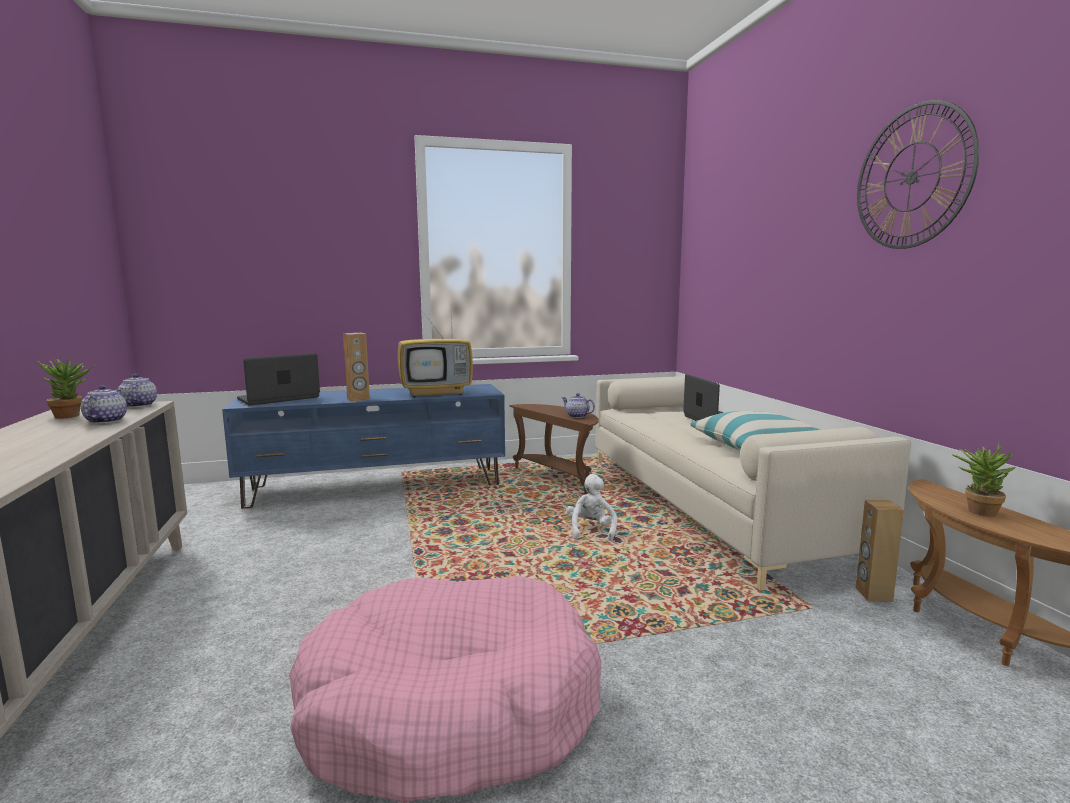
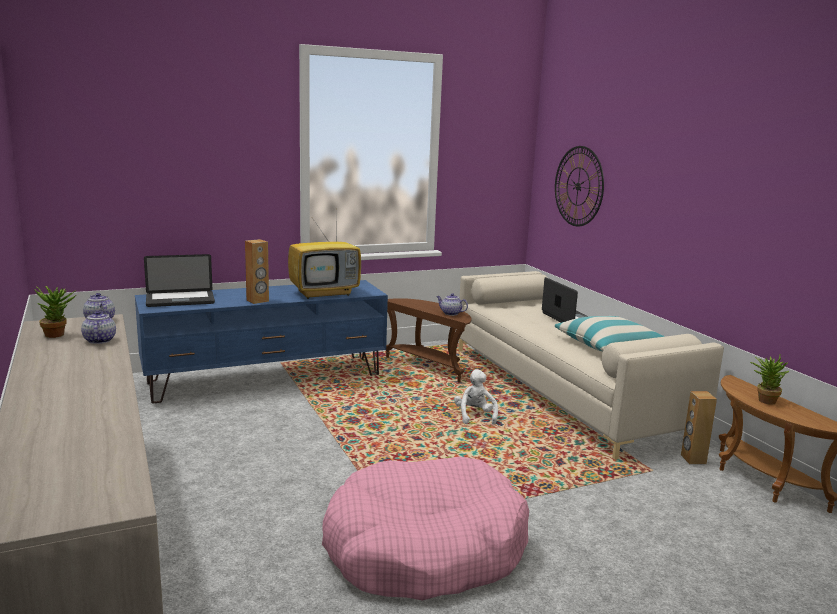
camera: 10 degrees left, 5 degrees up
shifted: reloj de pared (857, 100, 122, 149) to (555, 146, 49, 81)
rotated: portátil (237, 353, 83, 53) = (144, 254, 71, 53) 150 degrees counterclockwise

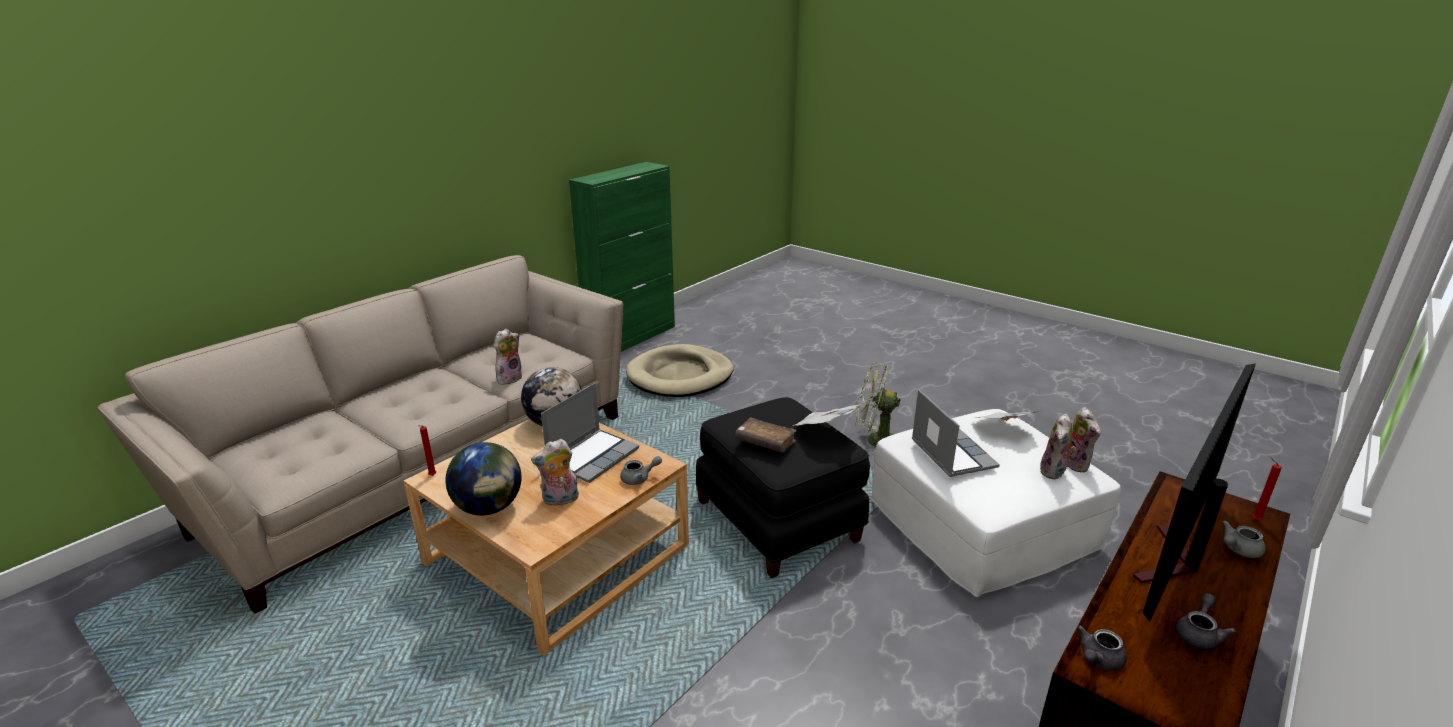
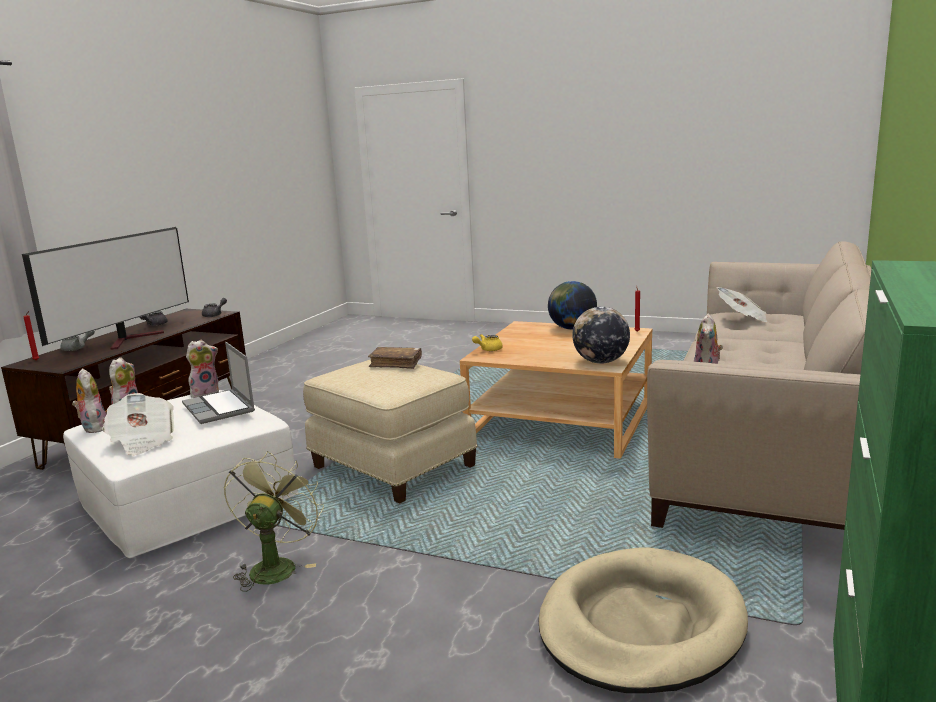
camera: 165 degrees right, 10 degrees down
gone: portátil (541, 383, 98, 100)
shifted: peluche (531, 439, 48, 67) to (186, 340, 33, 58); periódico (793, 405, 66, 21) to (717, 287, 50, 35)
repainted: tetera (gris) (620, 456, 42, 29) to tetera (amarillo) (472, 334, 31, 17); puf (negro) (696, 397, 174, 181) to puf (beis) (303, 359, 174, 145)
rotated: ventilador (verde) (855, 362, 46, 85) = (224, 451, 100, 141) 75 degrees counterclockwise

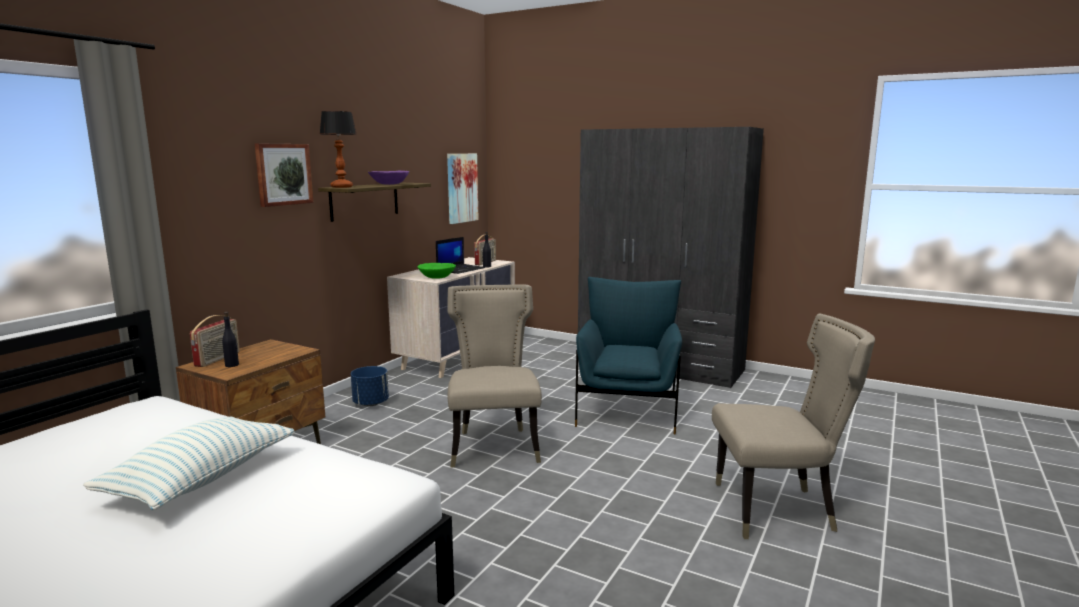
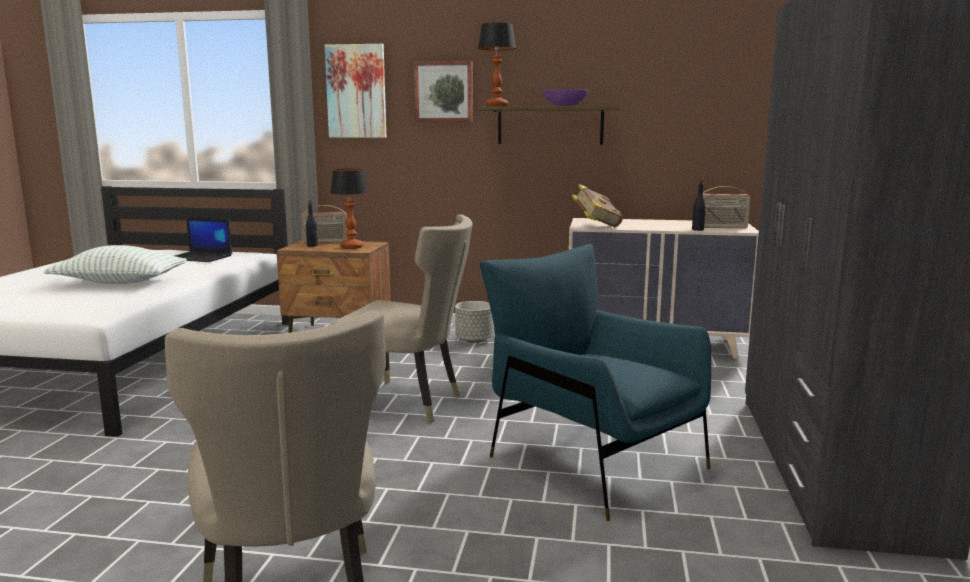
camera: 70 degrees right, 0 degrees up
new: lámpara de mesa (330, 169, 39, 80)
shifted: portátil (436, 237, 49, 37) to (175, 217, 57, 45); cuadro (447, 154, 32, 70) to (325, 44, 61, 94)
swapped: cuenco (verde) (418, 263, 38, 16) to libro (572, 184, 51, 43)
repainted: maceta (azul) (351, 366, 38, 40) to maceta (gris) (455, 301, 38, 42)
rotated: silla (beis) (447, 284, 95, 183) = (332, 214, 140, 209) 45 degrees clockwise; sillón (azul) (575, 277, 107, 158) = (480, 244, 231, 277) 120 degrees counterclockwise

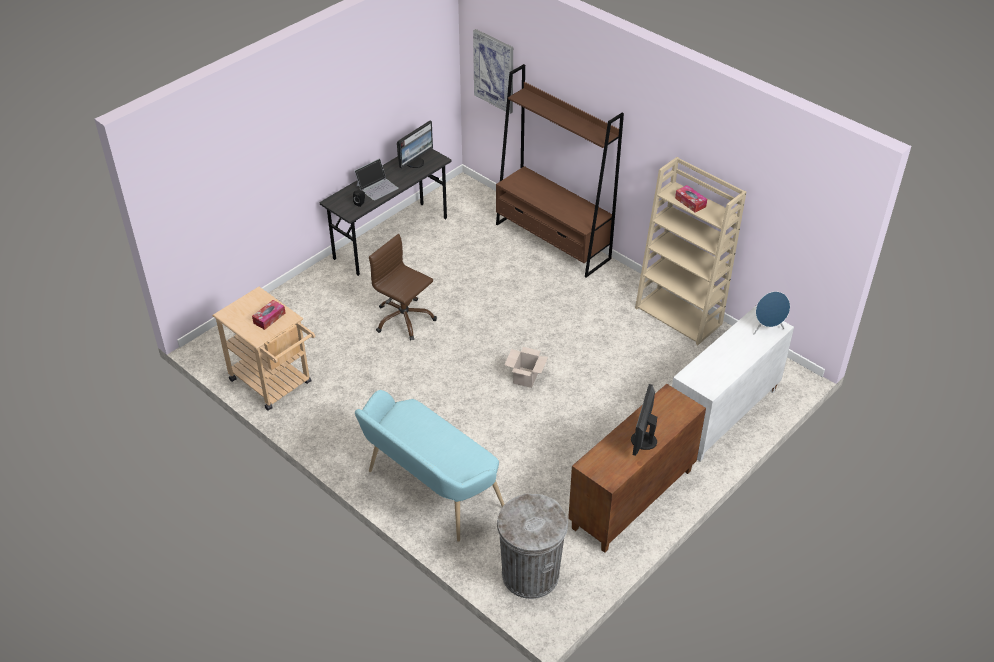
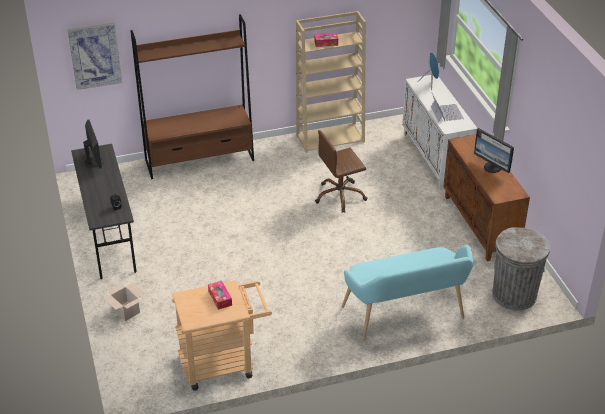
camera: 60 degrees left, 5 degrees down
shifted: portátil (354, 158, 45, 42) to (431, 93, 33, 29); silla de oficina (marrón) (369, 234, 68, 107) to (315, 130, 52, 83); caja de cartón (504, 347, 44, 41) to (103, 282, 41, 39)

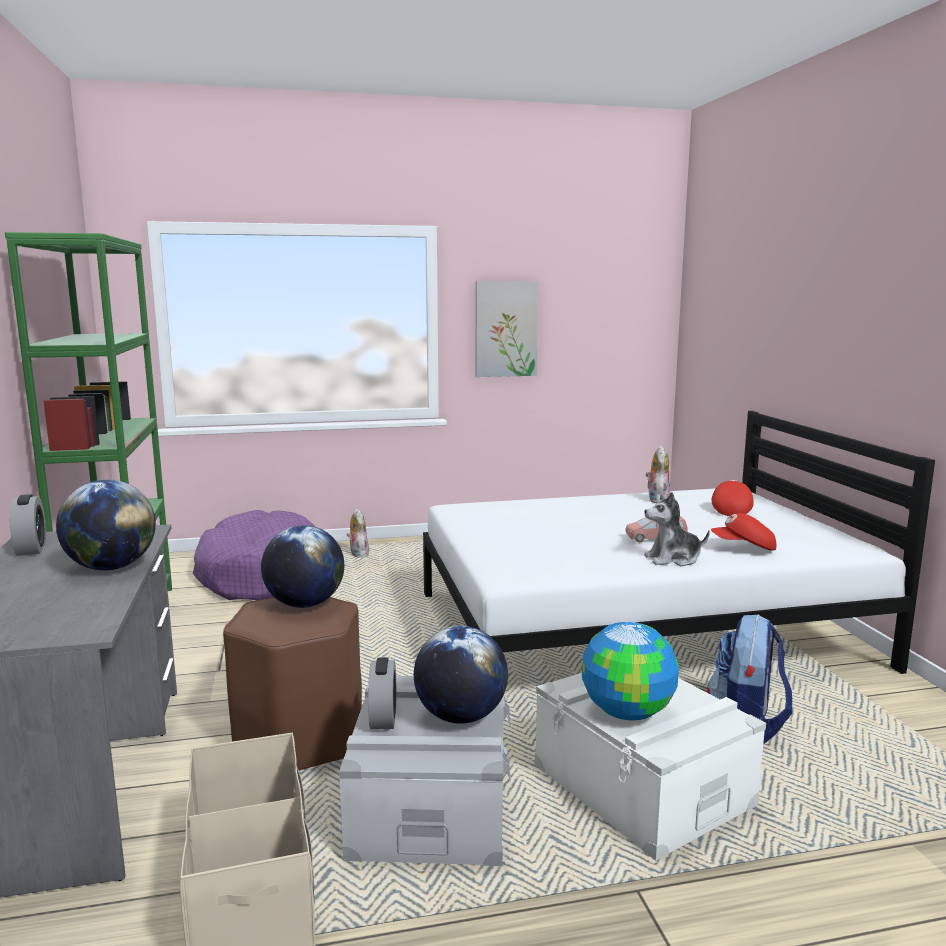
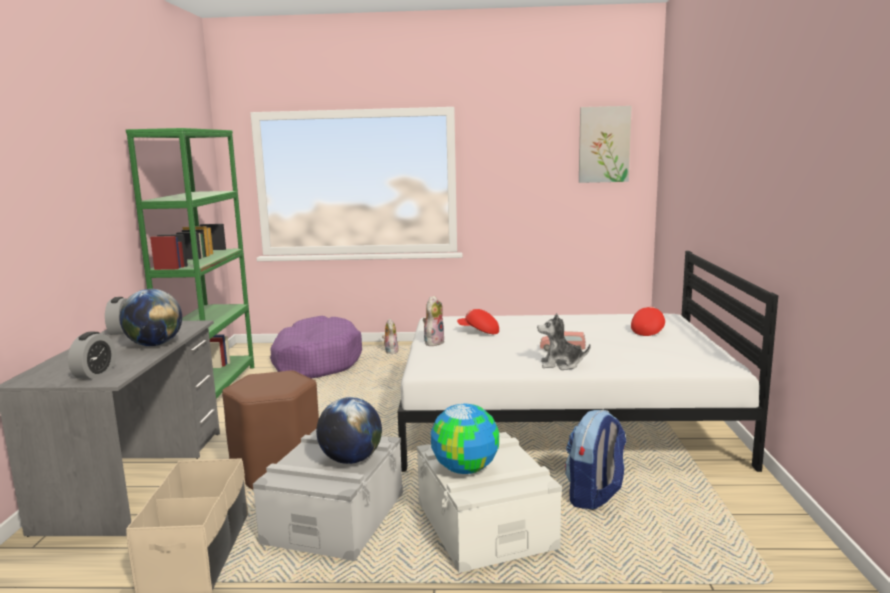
camera: 15 degrees right, 0 degrees up
gone: globo terráqueo (261, 525, 83, 83)
shifted: despertador (368, 657, 28, 73) to (68, 331, 48, 48); cuadro (476, 281, 62, 96) to (579, 106, 53, 77); peluche (646, 446, 24, 57) to (422, 295, 23, 51); gorra (rojo) (711, 513, 65, 37) to (457, 309, 42, 25)

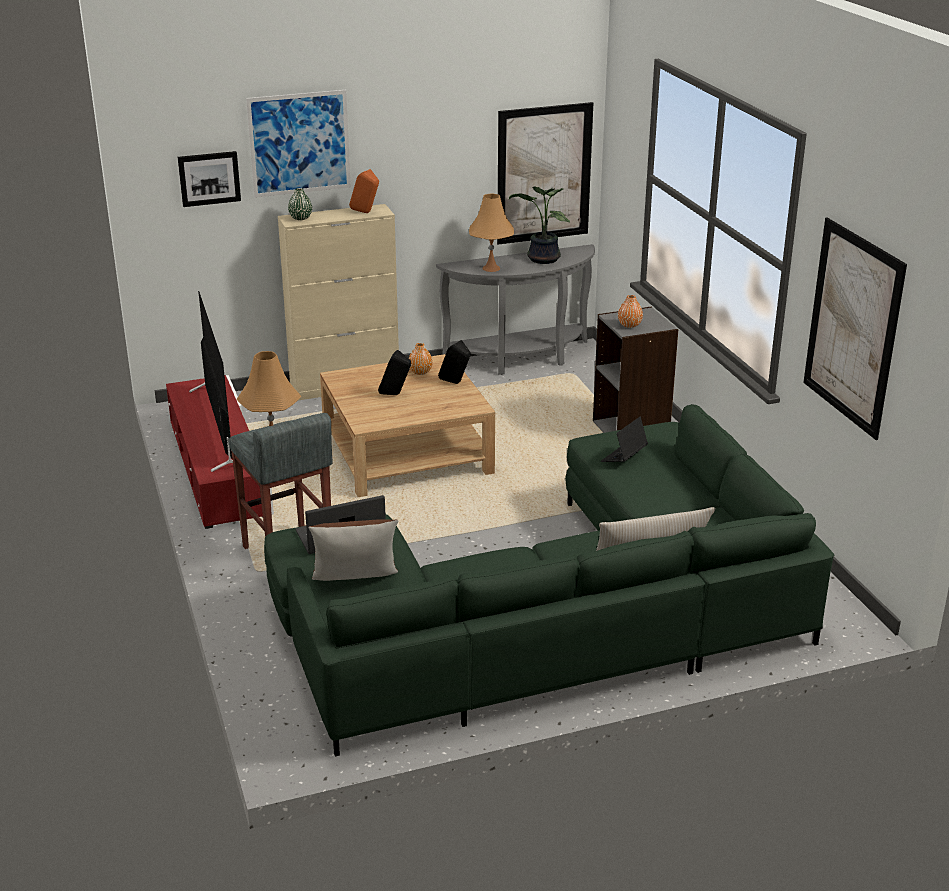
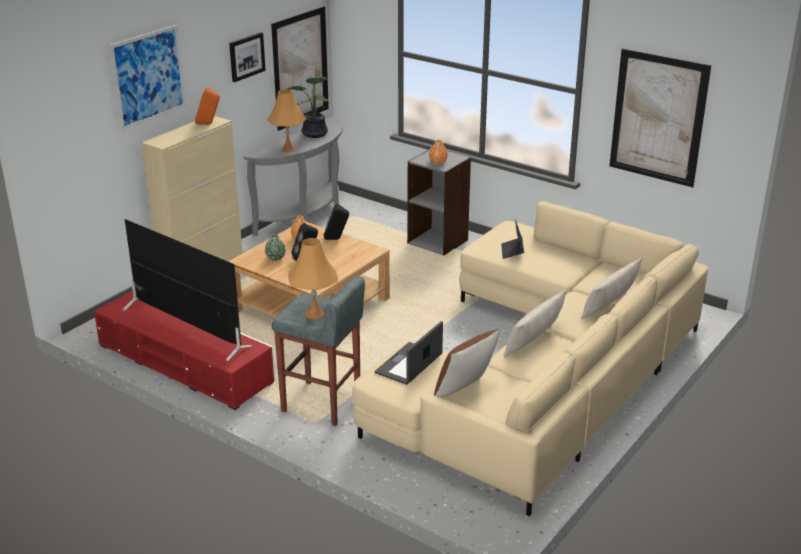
camera: 35 degrees left, 0 degrees up
new: cojín (beis) (504, 290, 63, 67)
shifted: cuadro (178, 151, 63, 56) to (229, 32, 37, 50); florero (verde) (288, 188, 24, 32) to (265, 234, 21, 27)
repainted: sofá (verde) (264, 404, 570, 352) to sofá (beis) (352, 201, 357, 315)

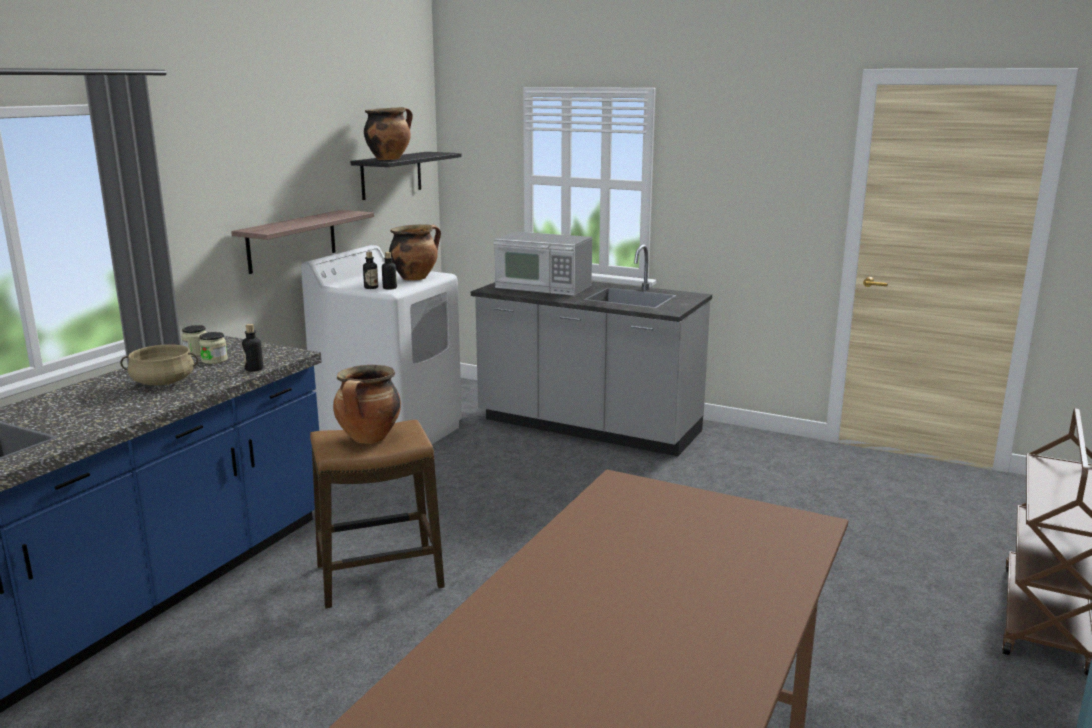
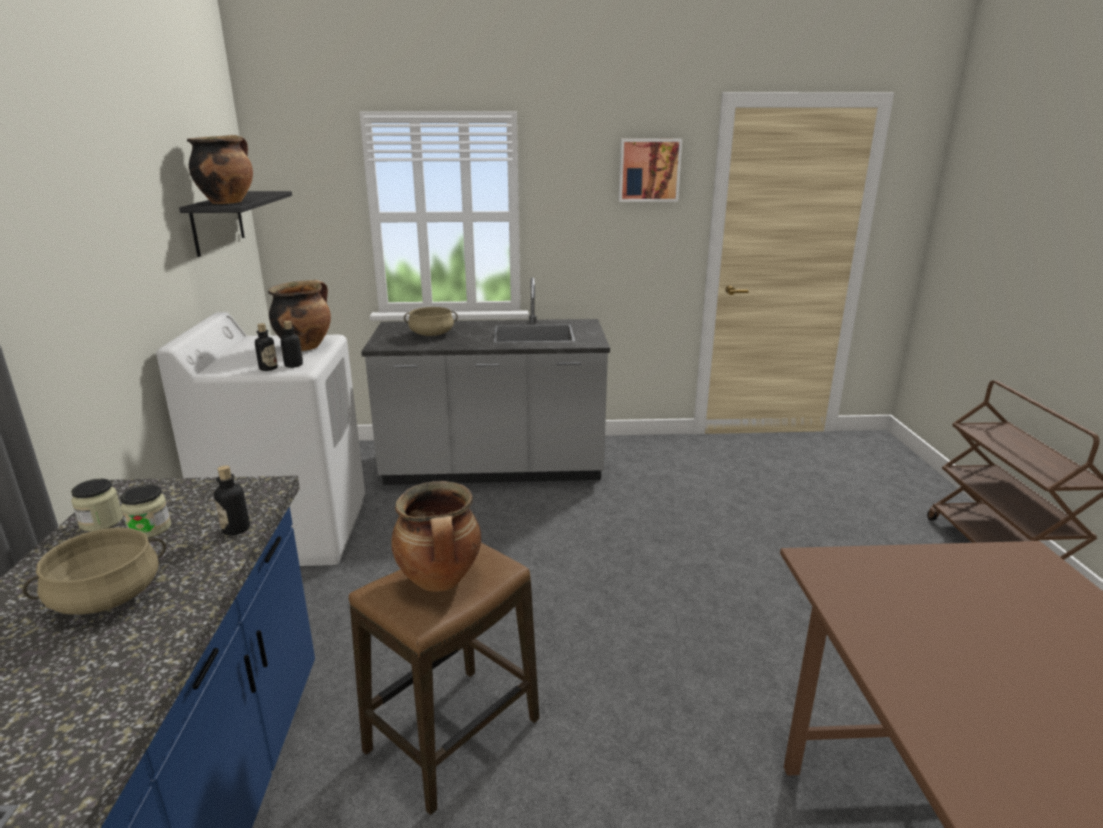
camera: 30 degrees left, 5 degrees up
gone: estante (231, 210, 143, 64)
new: cuadro (618, 139, 64, 63)
swapped: microondas (493, 231, 99, 65) to olla (beis) (404, 307, 54, 29)

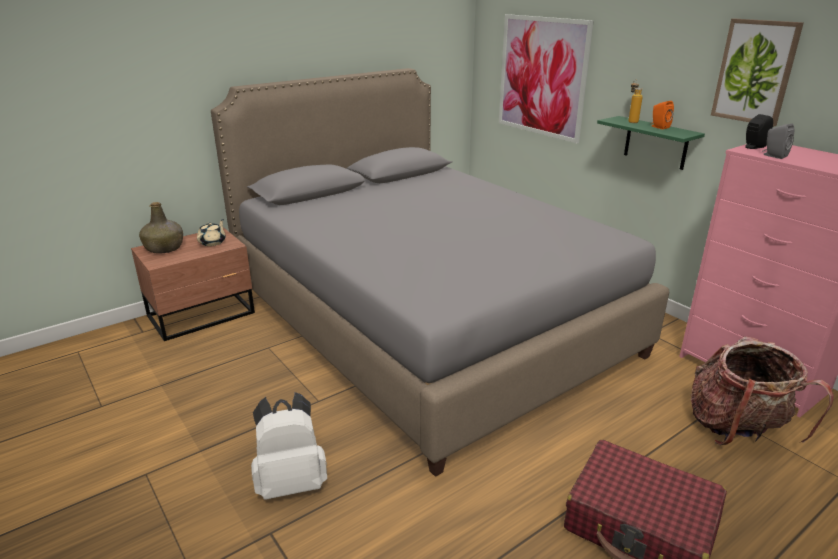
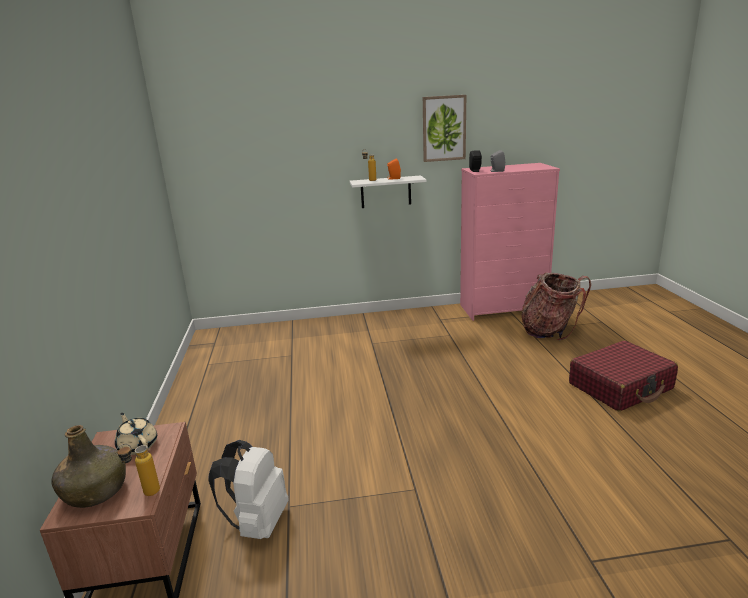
camera: 60 degrees left, 5 degrees down
gone: cama (gris) (211, 68, 458, 409); cuadro (499, 14, 95, 129)
new: botella (116, 444, 44, 52)
shifted: mochila (blanco) (251, 392, 76, 108) to (208, 440, 81, 99)
repainted: estante (verde) (597, 116, 108, 54) to estante (blanco) (350, 175, 77, 33)

